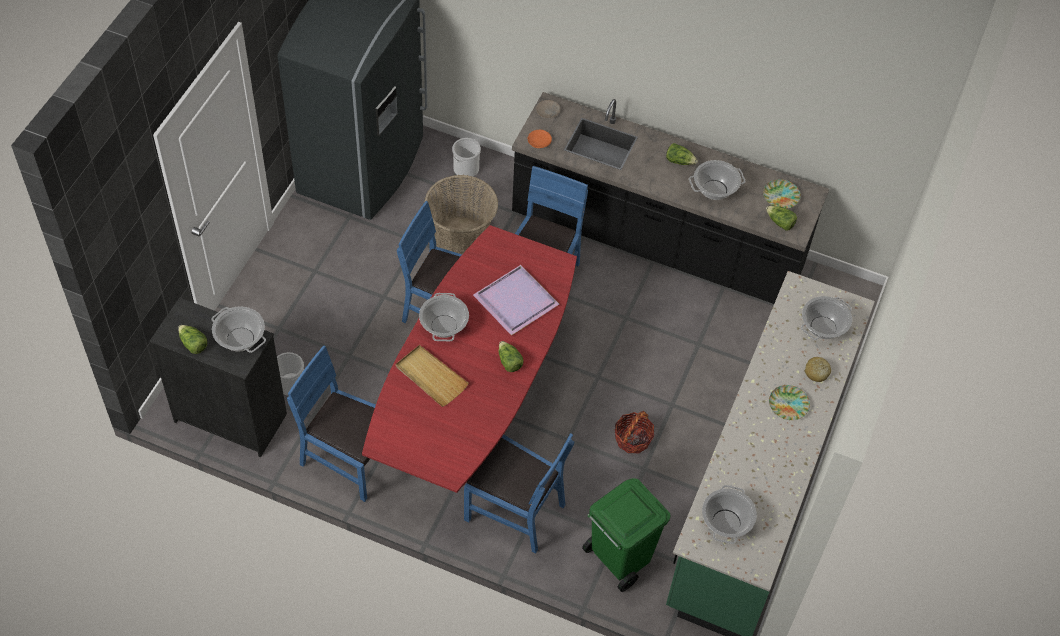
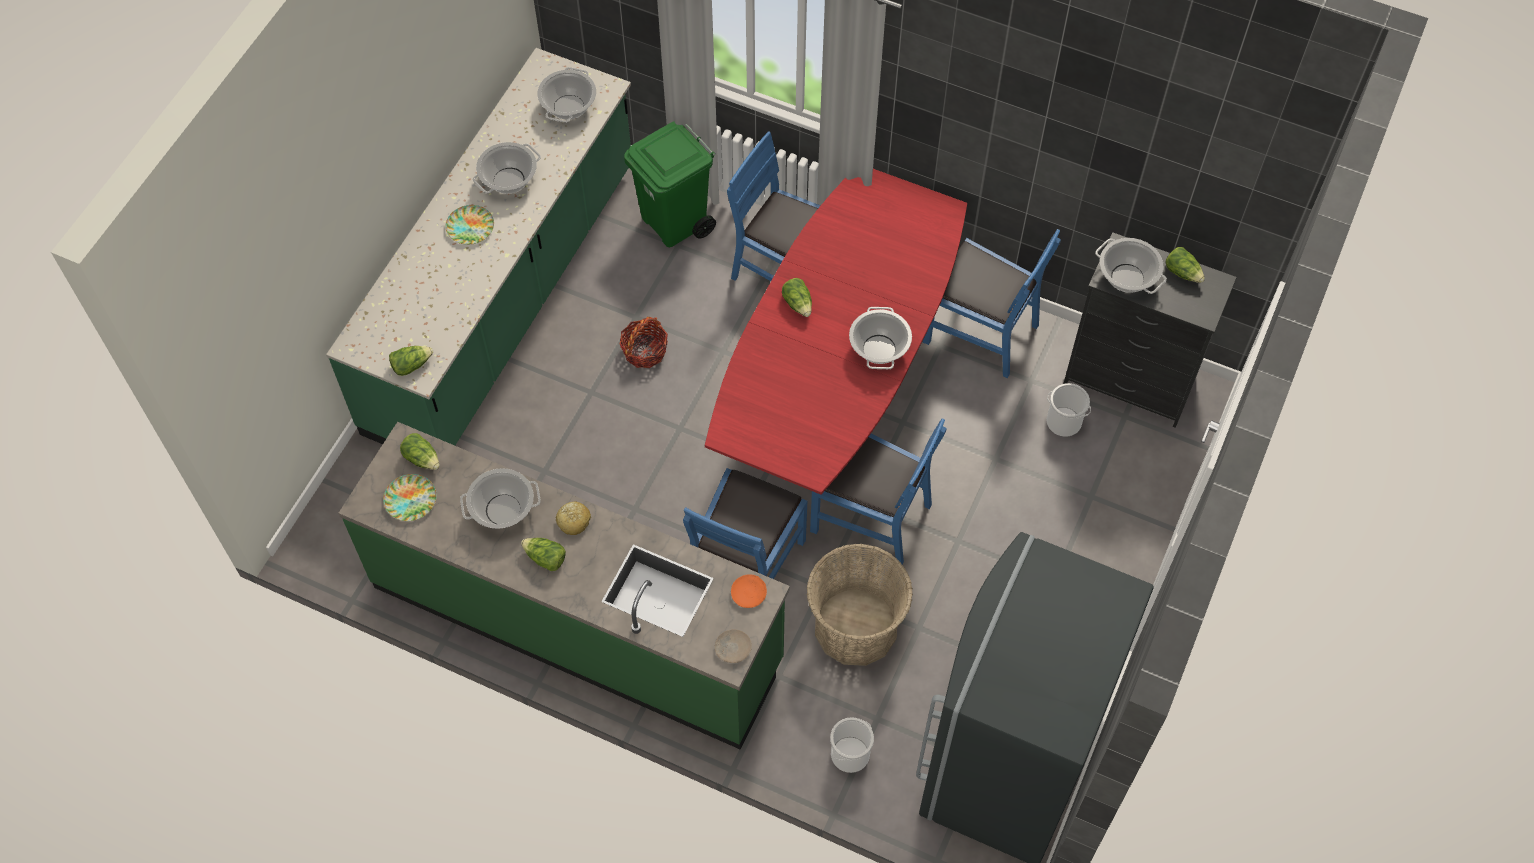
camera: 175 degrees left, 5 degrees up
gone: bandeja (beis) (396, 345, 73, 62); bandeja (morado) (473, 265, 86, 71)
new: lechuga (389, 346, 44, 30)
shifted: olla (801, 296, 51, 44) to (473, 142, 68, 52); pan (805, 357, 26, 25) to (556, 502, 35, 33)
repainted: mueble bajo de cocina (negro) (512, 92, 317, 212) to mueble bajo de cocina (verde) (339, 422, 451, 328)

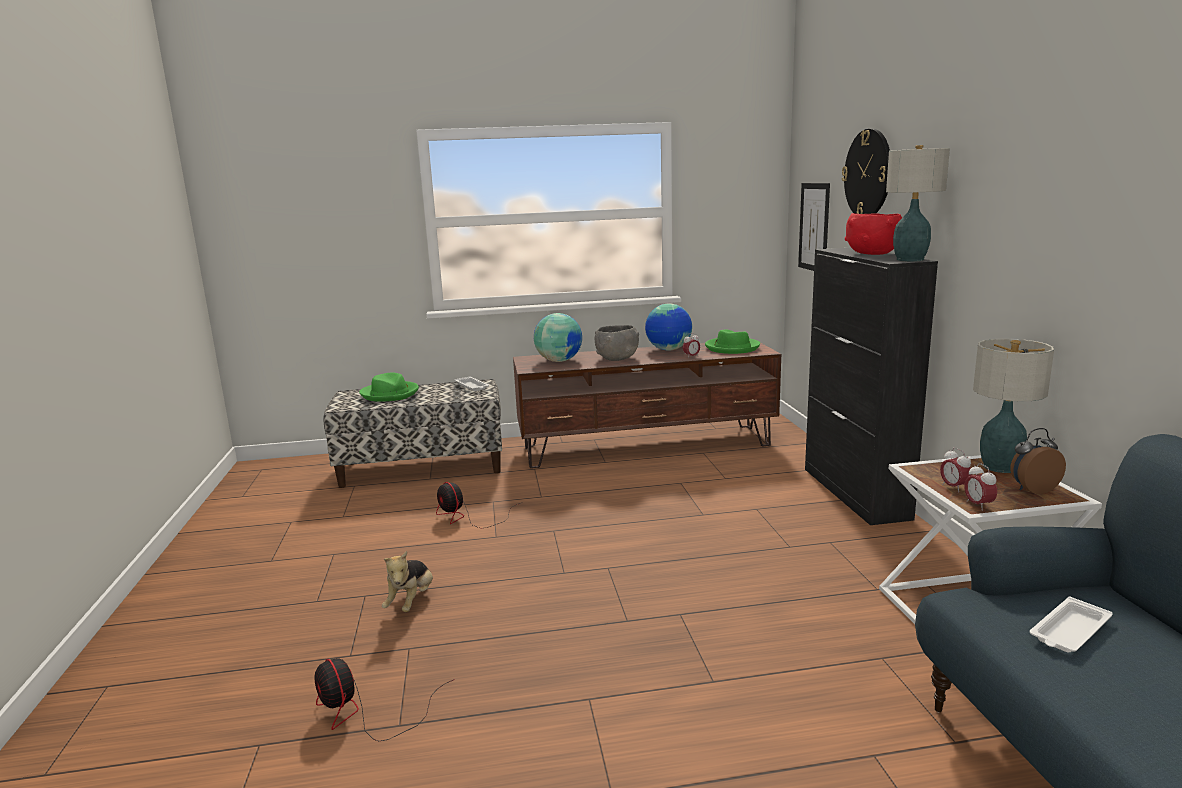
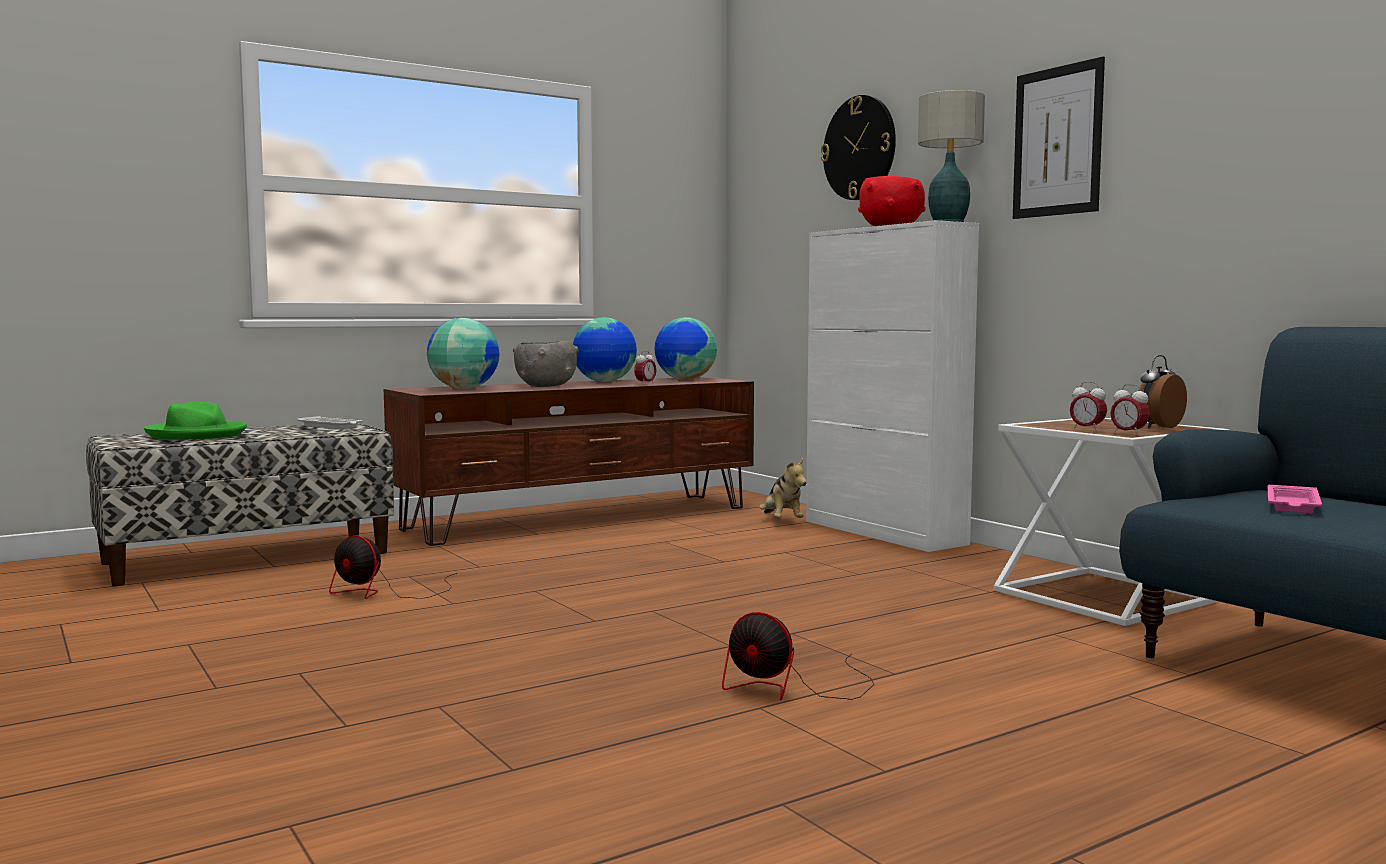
camera: 25 degrees left, 10 degrees down
gone: lámpara de mesa (973, 339, 81, 134)
shifted: ventilador (314, 658, 141, 83) to (722, 612, 152, 88); peluche (382, 551, 51, 61) to (759, 459, 48, 59); cuadro (798, 183, 32, 88) to (1013, 57, 92, 162)
swapped: sombrero (verde) (705, 330, 55, 24) to globo terráqueo (654, 317, 63, 63)
repainted: armario (negro) (805, 248, 133, 277) to armario (blanco) (806, 220, 173, 332); bandeja (blanco) (1030, 596, 83, 56) to bandeja (rosa) (1268, 485, 54, 28)

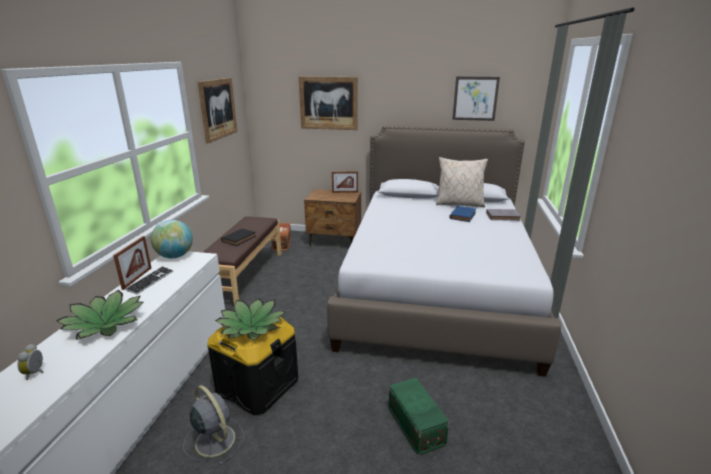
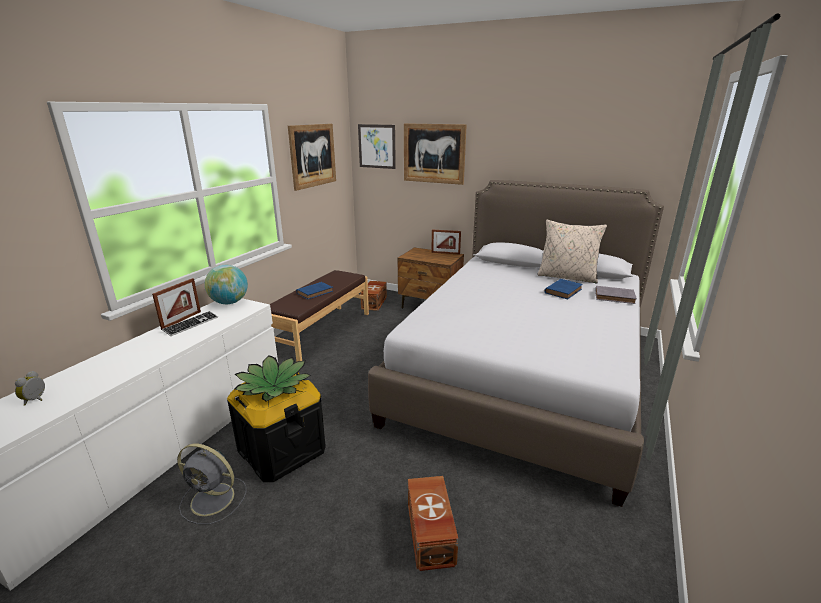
camera: 15 degrees right, 0 degrees up
gone: planta en maceta (56, 290, 88, 50)
shifted: cuadro (452, 76, 48, 45) to (358, 124, 38, 45)
repainted: libro (negro) (221, 229, 35, 17) to libro (azul) (296, 282, 37, 17); caja de almacenaje (verde) (389, 378, 60, 78) to caja de almacenaje (marrón) (408, 476, 51, 95)
rotated: ventilador (gris) (183, 385, 61, 81) = (177, 444, 69, 80) 135 degrees clockwise

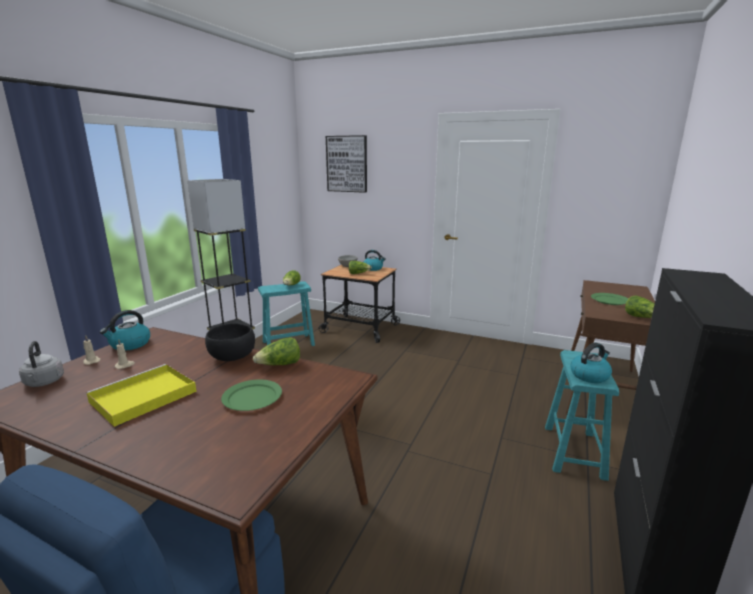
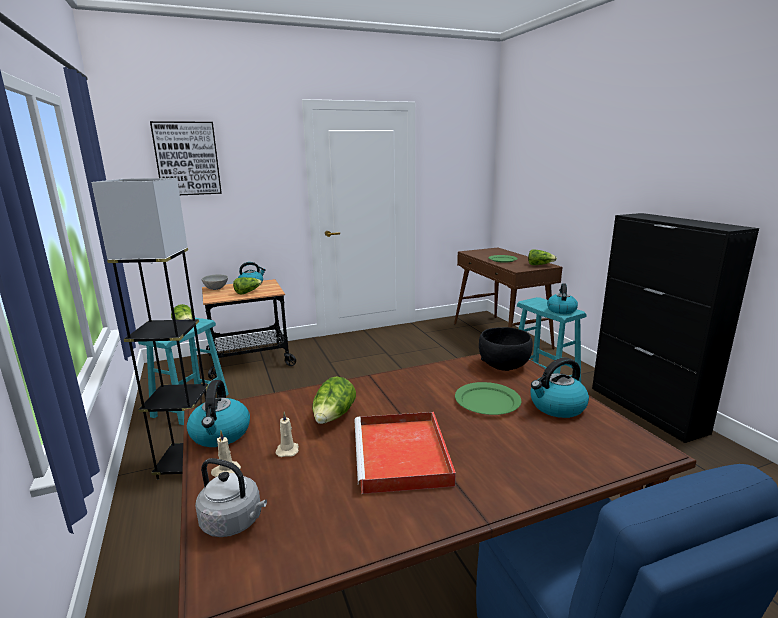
camera: 45 degrees left, 0 degrees up
new: hervidor (531, 357, 58, 61)
shifted: cuenco (negro) (205, 323, 50, 38) to (479, 327, 54, 44); lechuga (253, 337, 47, 28) to (312, 376, 44, 48)
repainted: bandeja (amarillo) (86, 364, 111, 63) to bandeja (rojo) (355, 412, 101, 82)

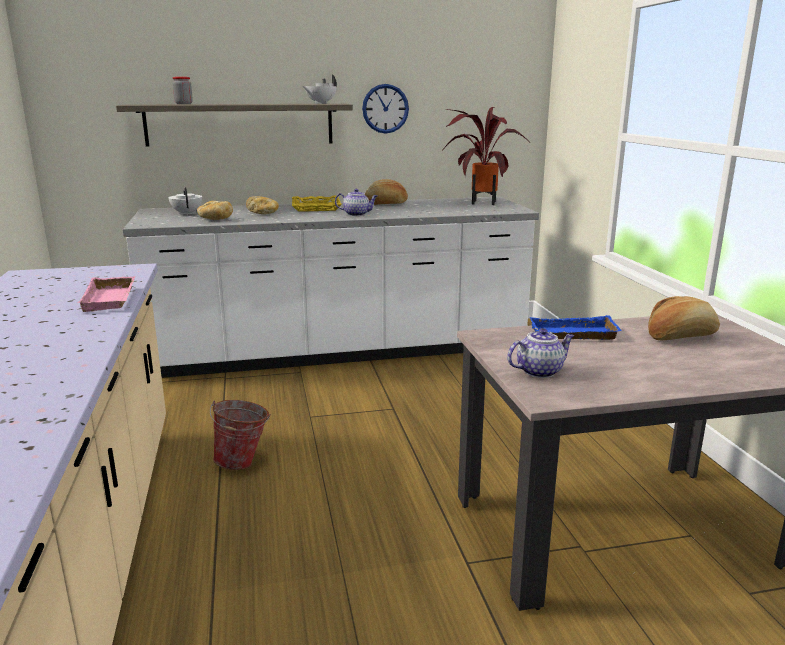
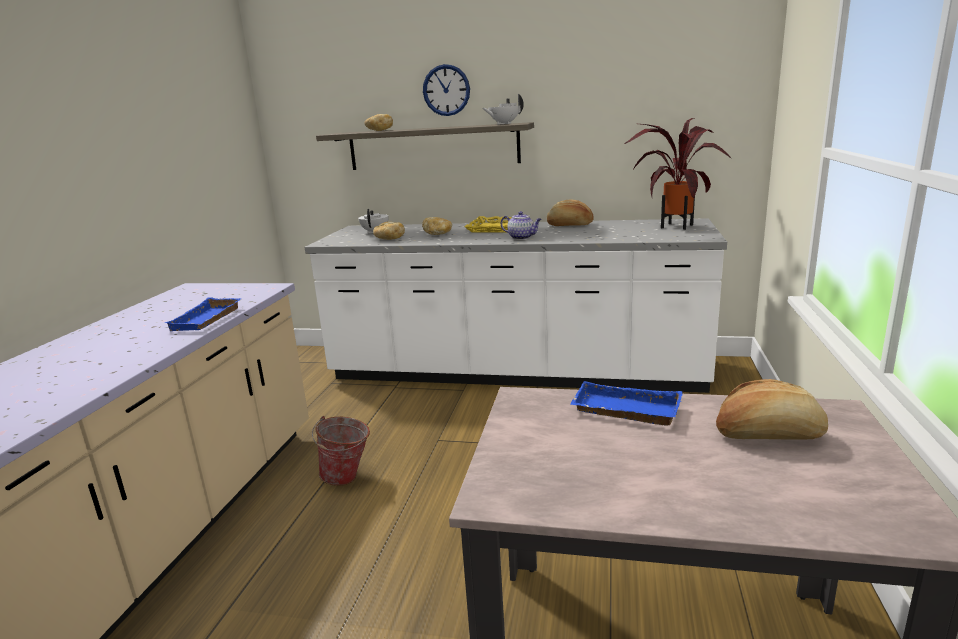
camera: 25 degrees right, 0 degrees up
gone: tetera (507, 328, 67, 50)
shifted: reloj de pared (362, 84, 47, 49) to (423, 64, 47, 52)
swapped: tarro (173, 77, 20, 27) to pan (365, 114, 28, 17)
repainted: bandeja (rosa) (78, 276, 57, 36) to bandeja (azul) (165, 297, 77, 34)

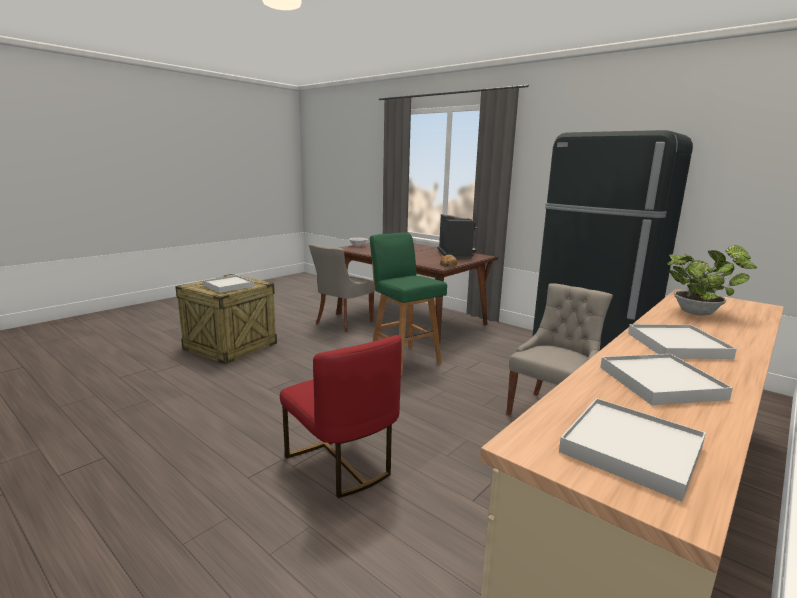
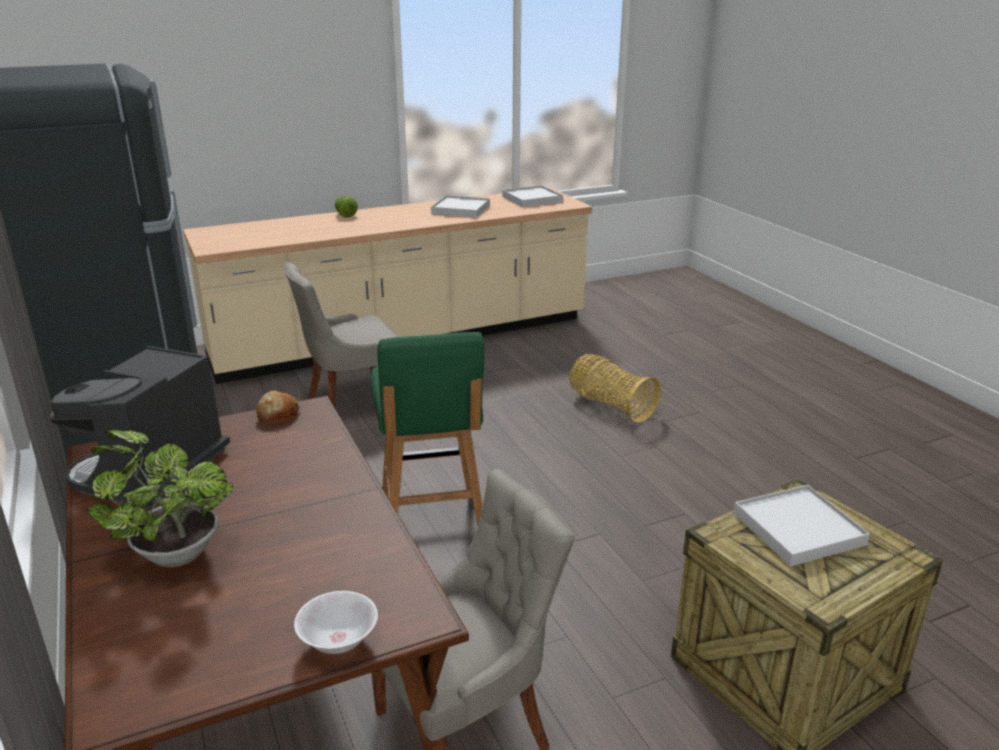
camera: 155 degrees left, 10 degrees up
gone: bandeja (blanco) (628, 324, 109, 35)
new: lechuga (335, 196, 23, 22)
shifted: planta en maceta (667, 245, 90, 71) to (87, 430, 147, 137)
swapped: silla (rojo) (280, 335, 121, 163) to cesta (570, 354, 91, 69)

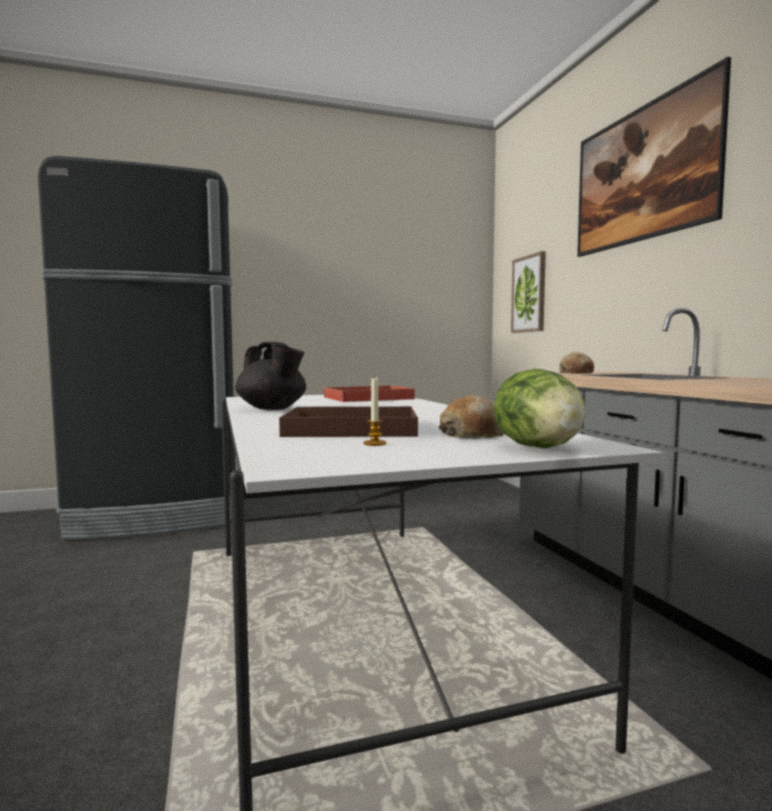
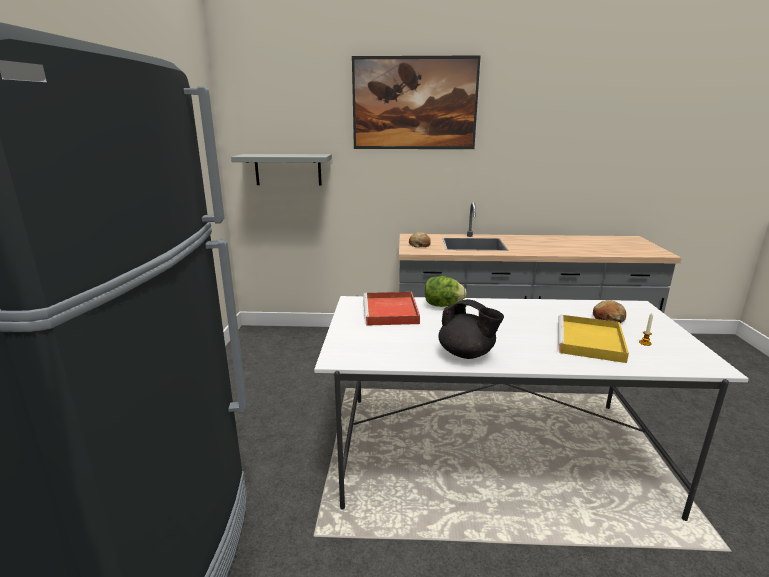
camera: 70 degrees left, 15 degrees up
shifted: lechuga (494, 369, 91, 79) to (425, 276, 42, 31)
swapped: cuadro (511, 251, 35, 82) to estante (gris) (231, 154, 101, 32)
repainted: bandeja (marrón) (279, 406, 139, 31) to bandeja (amarillo) (558, 315, 71, 48)
rotated: tetera (negro) (235, 342, 71, 68) = (438, 299, 66, 60) 60 degrees clockwise

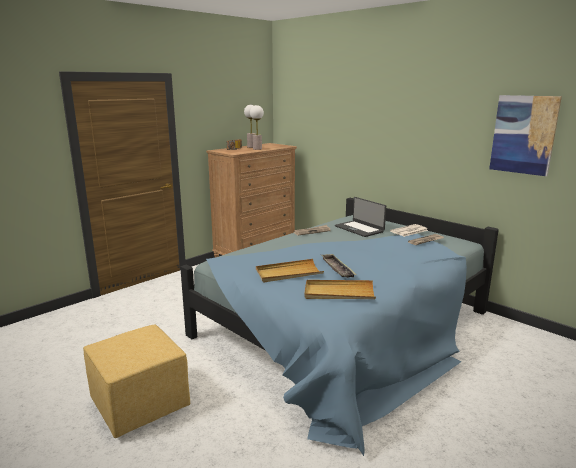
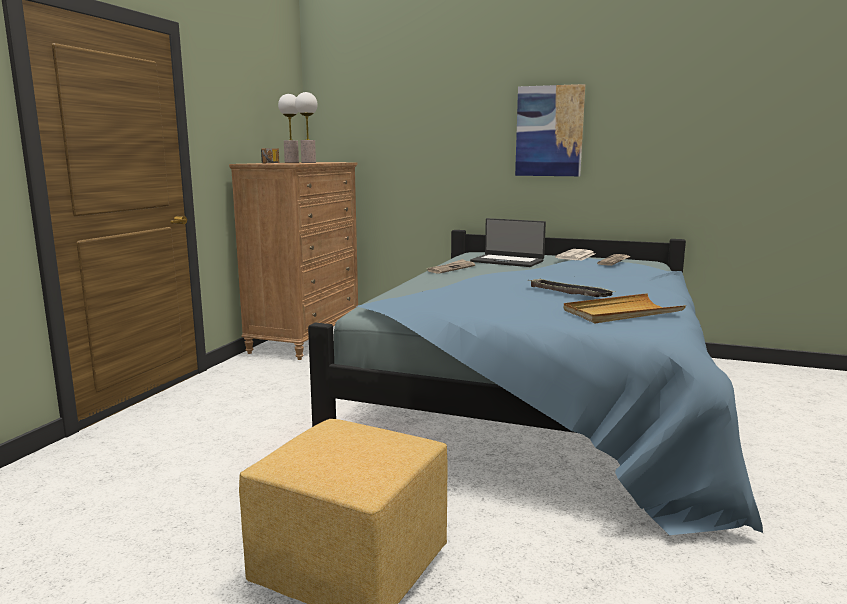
camera: 25 degrees left, 5 degrees down
gone: bandeja (beis) (256, 259, 68, 23)
shifted: cuadro (489, 95, 73, 81) to (515, 84, 70, 92)

